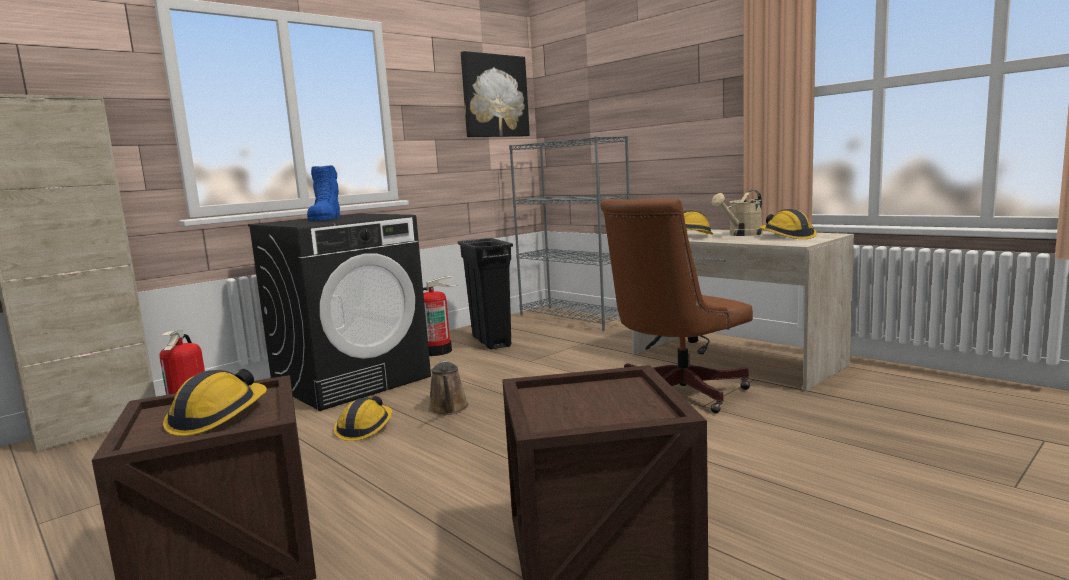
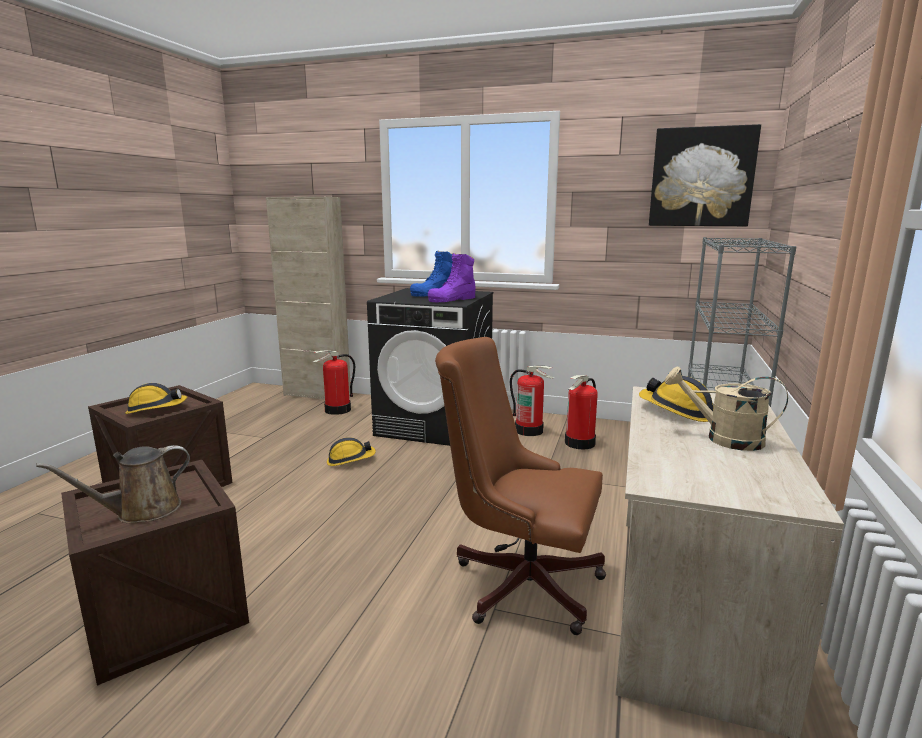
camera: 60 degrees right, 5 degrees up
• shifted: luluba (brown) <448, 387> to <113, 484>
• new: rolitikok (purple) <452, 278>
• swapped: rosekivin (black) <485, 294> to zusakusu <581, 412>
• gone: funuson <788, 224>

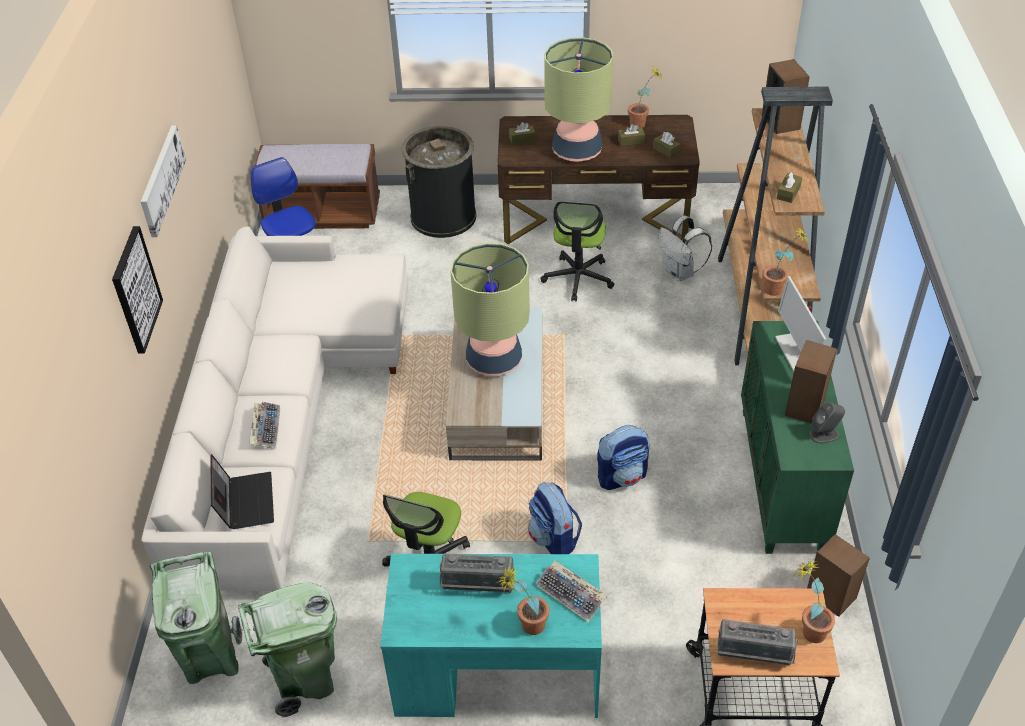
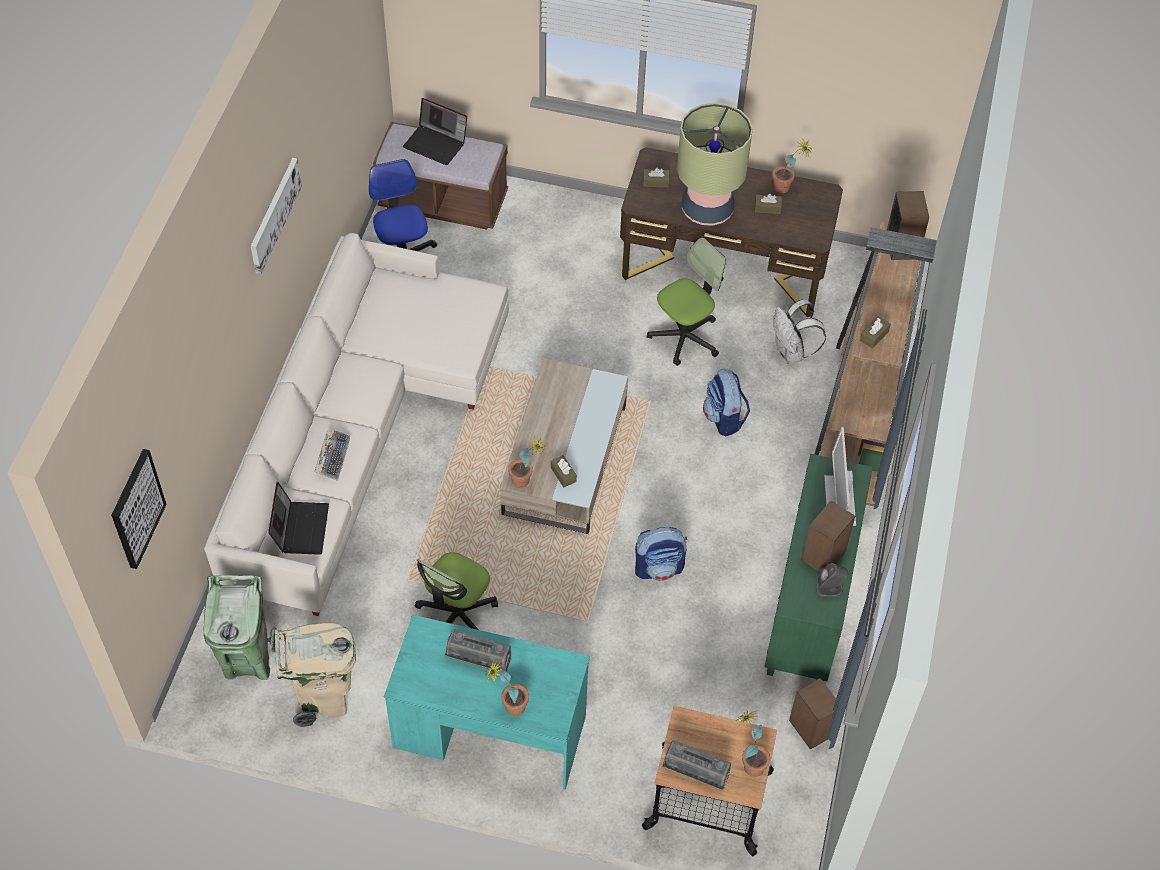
camera: 10 degrees right, 10 degrees up
• shifted: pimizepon <137, 290> to <139, 509>
• repainted: rosekivin (green) <287, 650> to rosekivin (beige) <315, 675>
• new: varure <435, 131>
• shifted: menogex <785, 261> to <526, 462>
• shifted: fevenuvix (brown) <666, 145> to <563, 471>
• rotated: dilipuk <577, 251> = <686, 301> 150 degrees counterclockwise
• shifted: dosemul <555, 518> to <726, 402>
• gone: rosekivin (black) <439, 182>
• gone: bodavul <490, 309>
• gone: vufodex <571, 591>

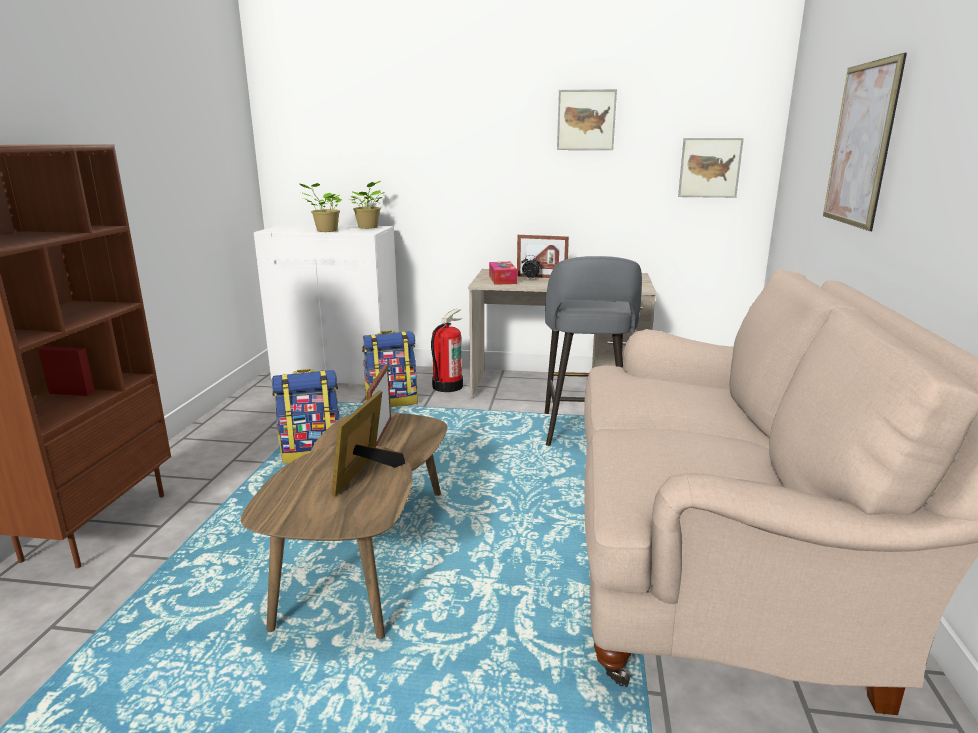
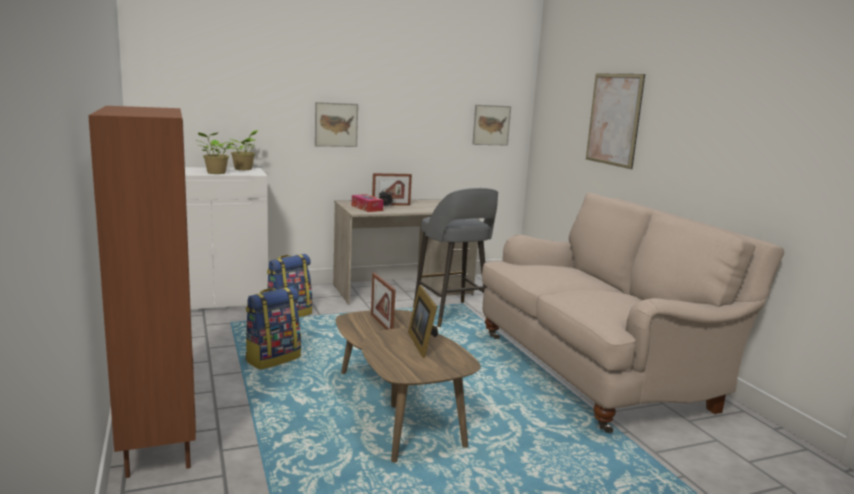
camera: 30 degrees left, 5 degrees down
• shifted: pimizepon <587, 119> to <336, 124>
• gone: zusakusu <447, 350>

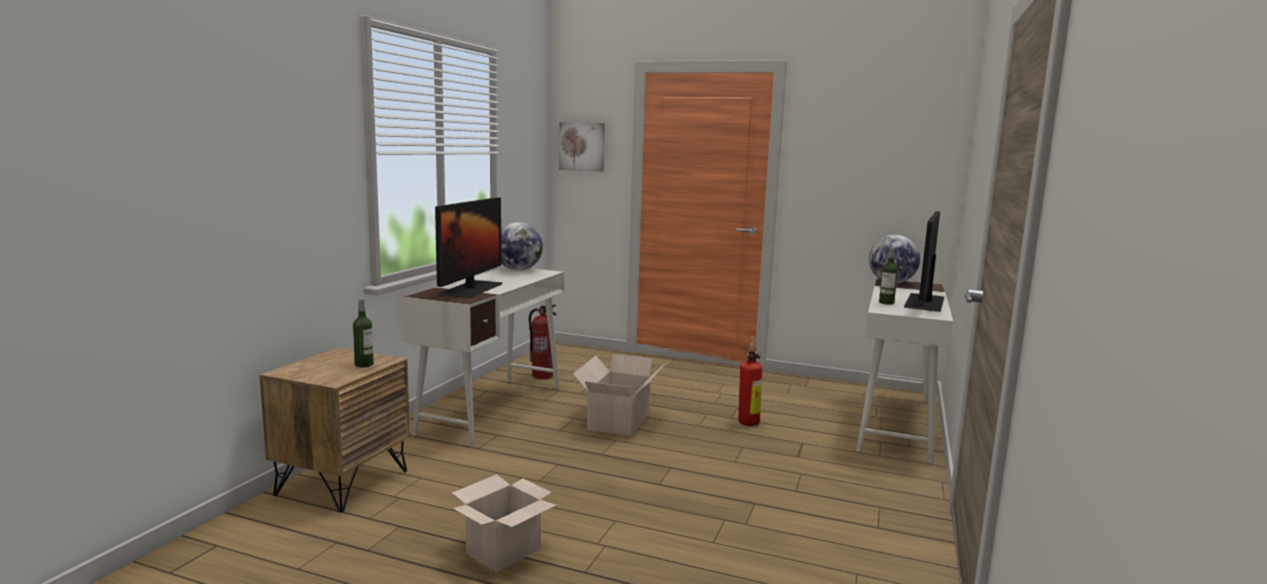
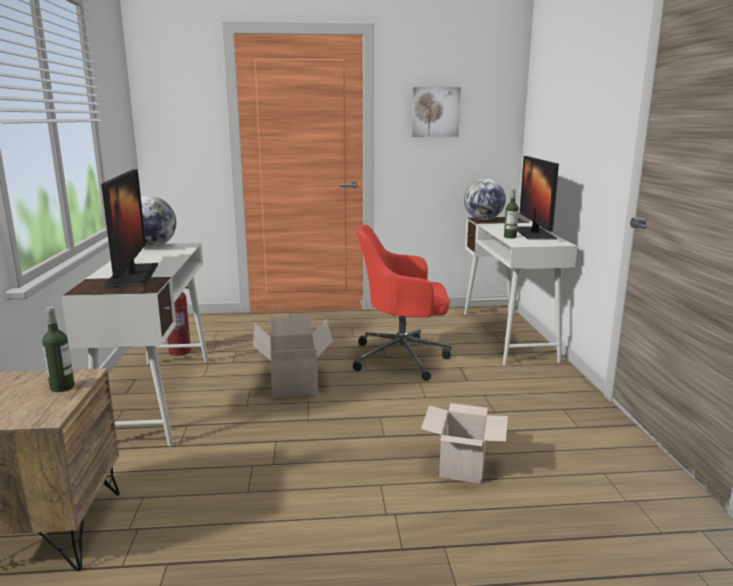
camera: 25 degrees left, 5 degrees up
• swapped: zusakusu <750, 381> to dilipuk (red) <402, 303>
• shifted: pimizepon <582, 147> to <436, 112>
• shifted: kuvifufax <504, 523> to <464, 443>

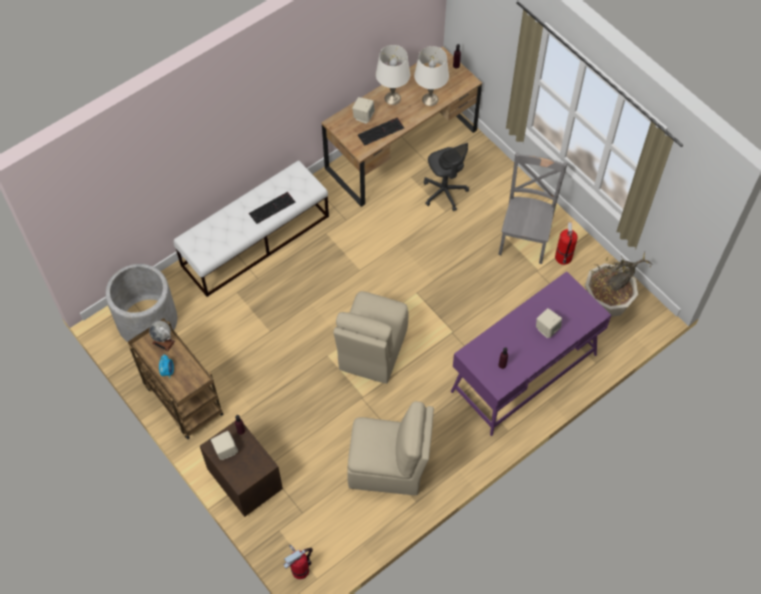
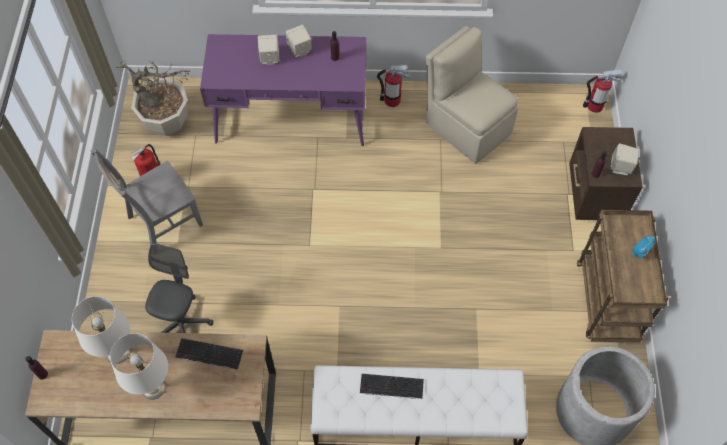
camera: 140 degrees left, 0 degrees up
• shifted: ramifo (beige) <363, 110> to <298, 40>
• new: zusakusu <393, 86>
• gone: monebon <162, 336>
• gone: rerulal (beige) <370, 337>

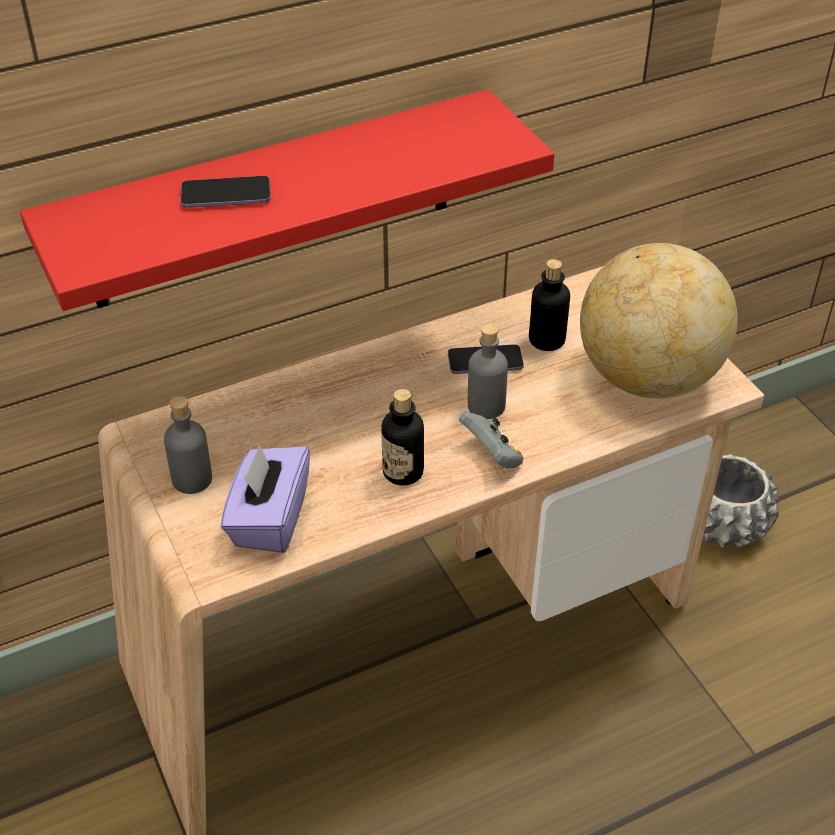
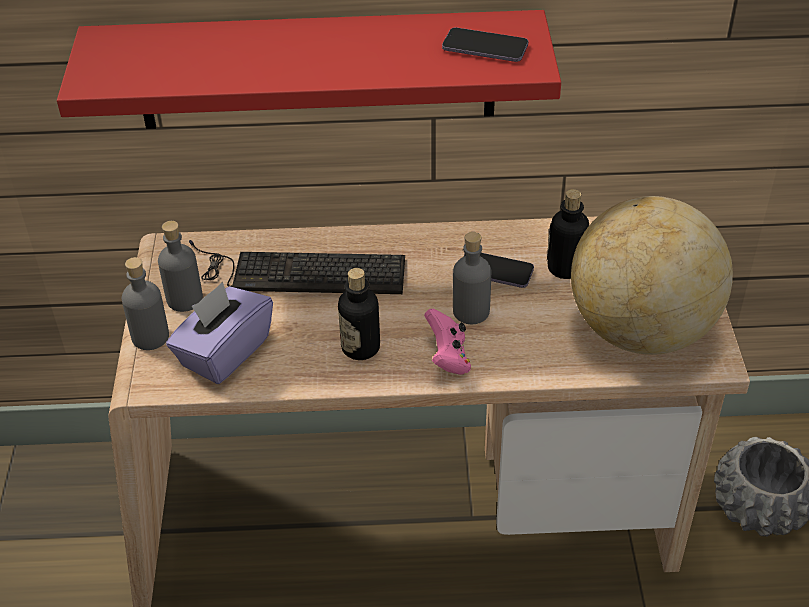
camera: 25 degrees right, 0 degrees up
• new: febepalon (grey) <145, 303>
• new: vufodex <297, 267>
• repainted: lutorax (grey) <491, 439> to lutorax (pink) <447, 342>
• shifted: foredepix <226, 192> to <485, 44>

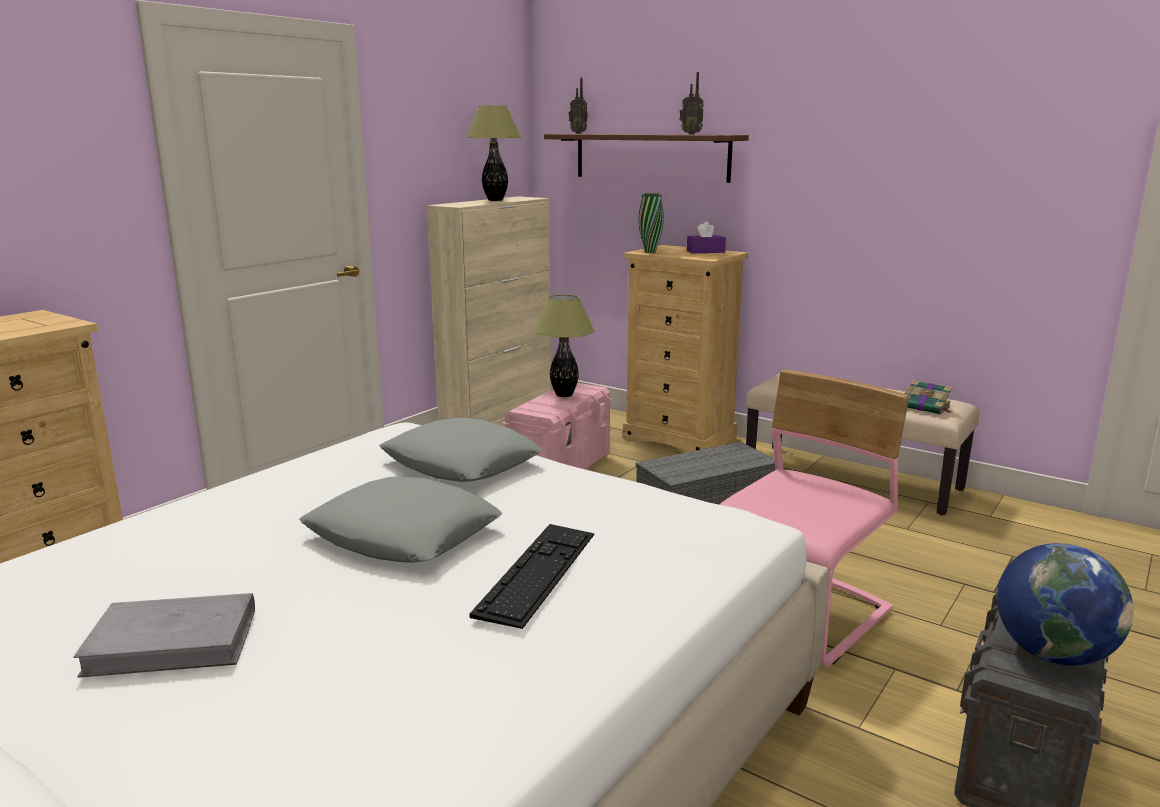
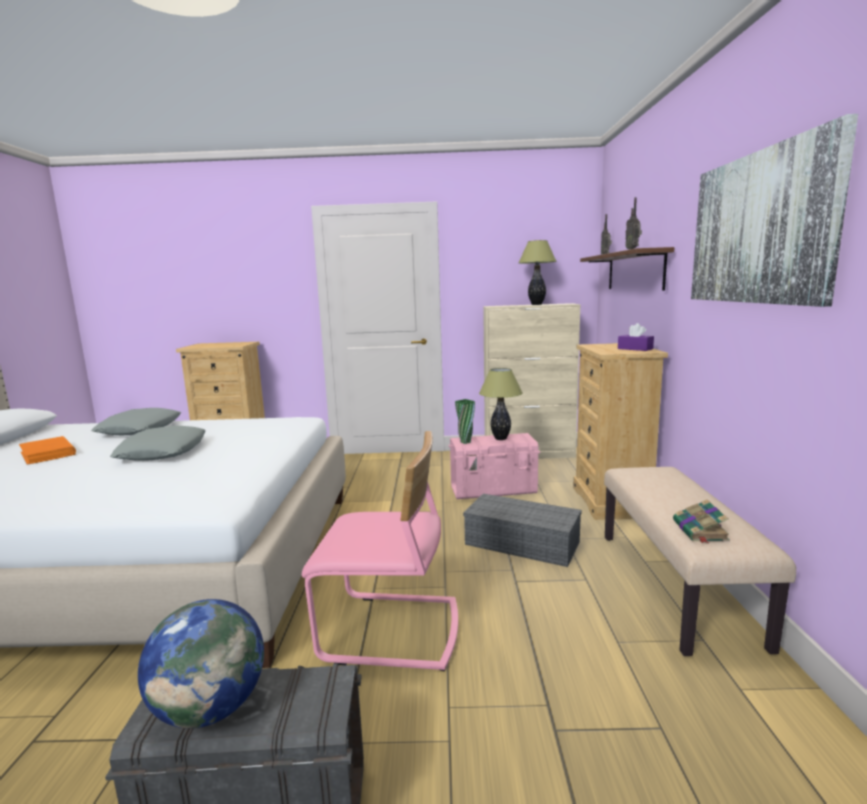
camera: 55 degrees right, 5 degrees down
• repainted: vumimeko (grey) <164, 635> to vumimeko (orange) <47, 450>
• shifted: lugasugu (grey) <461, 450> to <136, 422>
• shifted: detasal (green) <651, 223> to <465, 421>
• new: pimizepon <774, 210>
• gone: vufodex <532, 576>

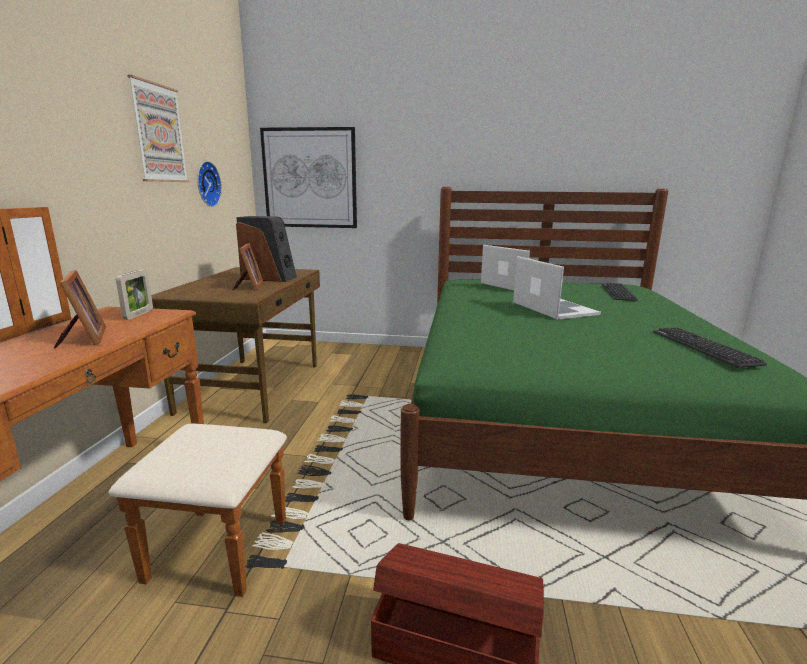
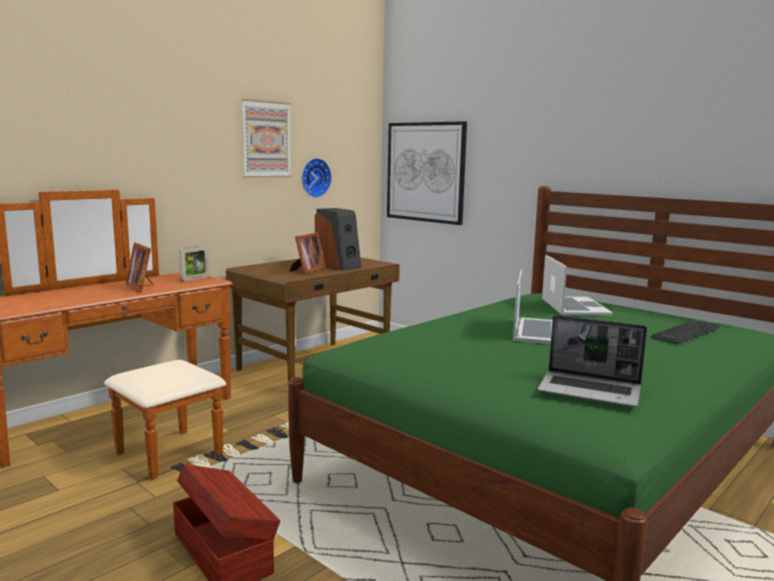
camera: 35 degrees right, 5 degrees down
• rotated: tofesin <80, 309> = <139, 267> 135 degrees clockwise
• swapped: vufodex <710, 347> to varure <592, 361>

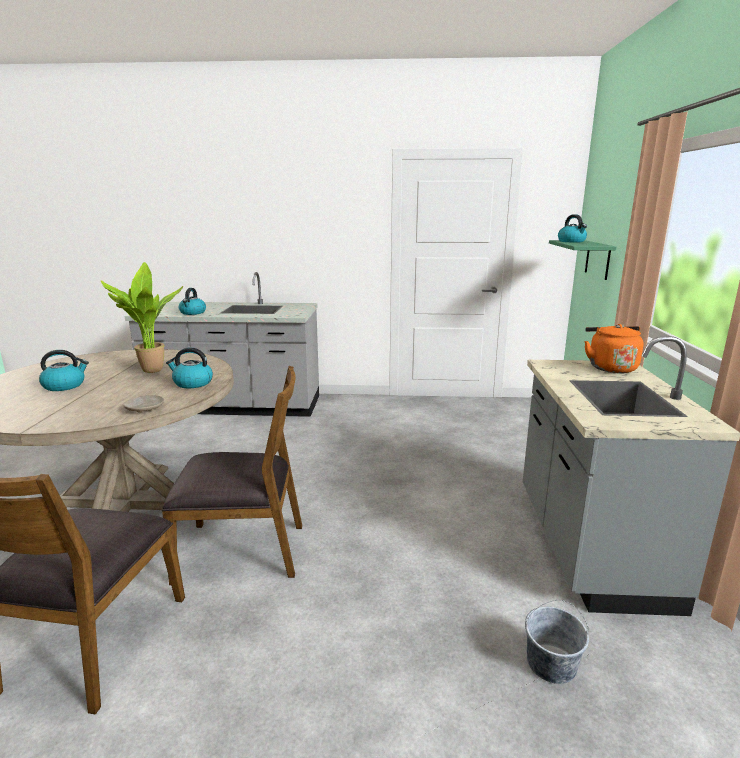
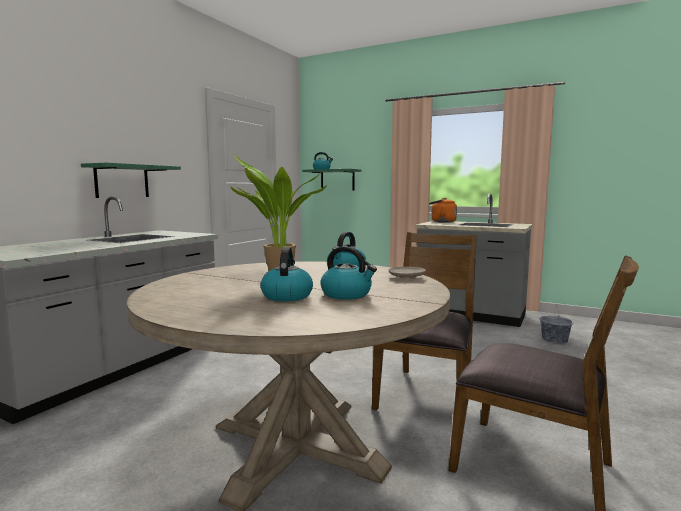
camera: 65 degrees left, 10 degrees down
• new: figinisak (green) <131, 180>
• shifted: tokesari <192, 301> to <348, 272>

